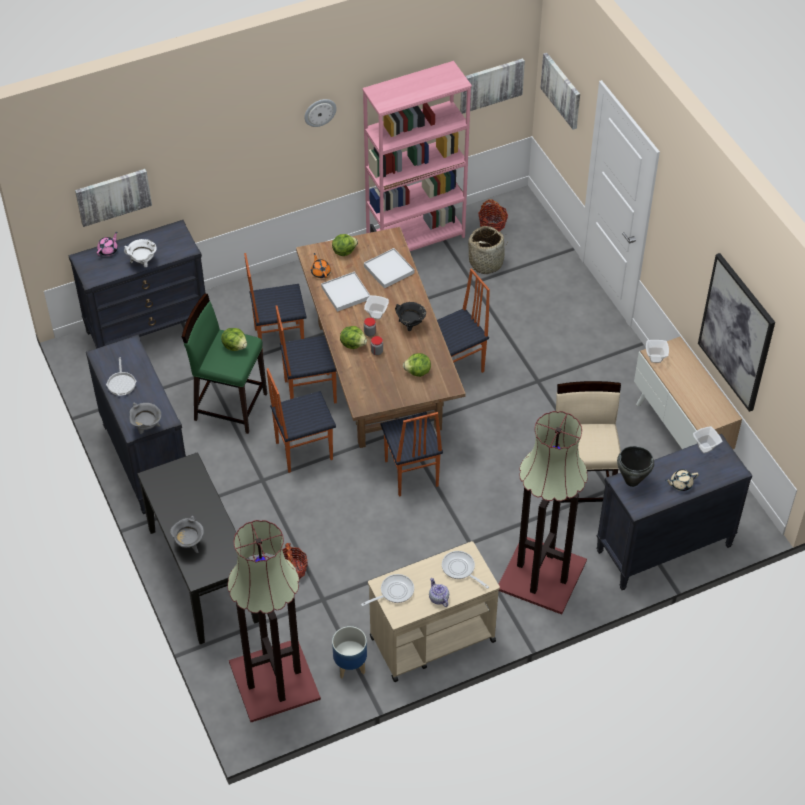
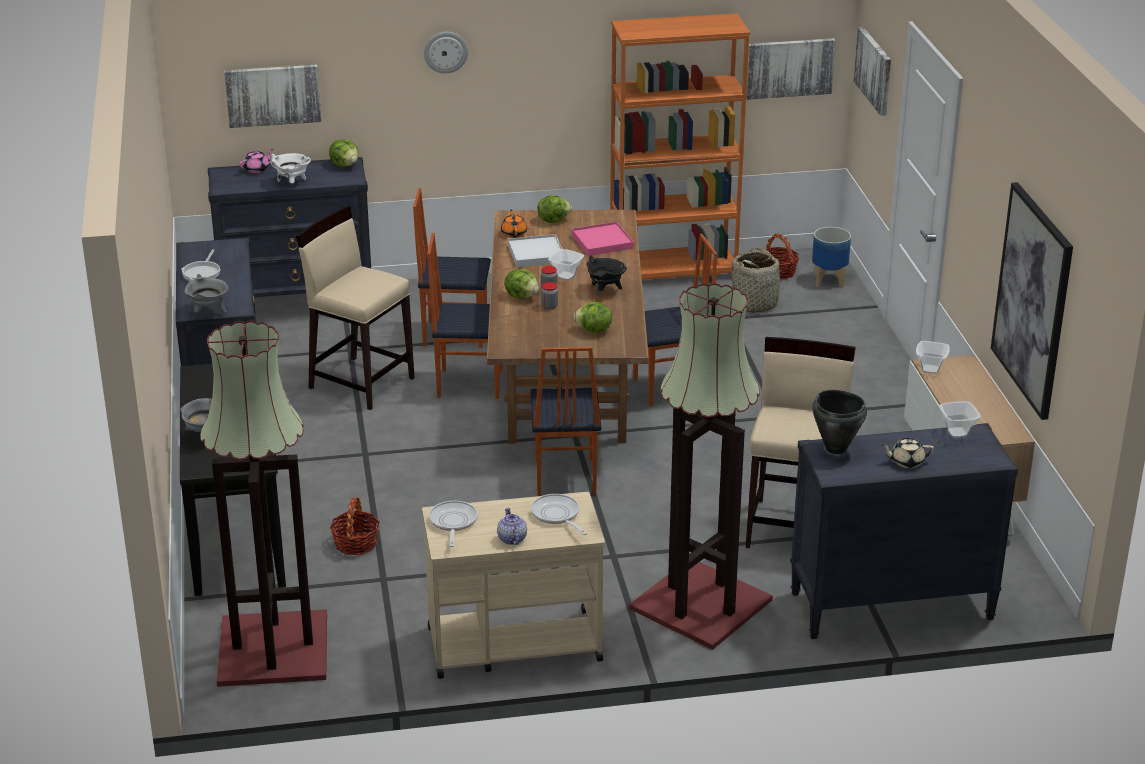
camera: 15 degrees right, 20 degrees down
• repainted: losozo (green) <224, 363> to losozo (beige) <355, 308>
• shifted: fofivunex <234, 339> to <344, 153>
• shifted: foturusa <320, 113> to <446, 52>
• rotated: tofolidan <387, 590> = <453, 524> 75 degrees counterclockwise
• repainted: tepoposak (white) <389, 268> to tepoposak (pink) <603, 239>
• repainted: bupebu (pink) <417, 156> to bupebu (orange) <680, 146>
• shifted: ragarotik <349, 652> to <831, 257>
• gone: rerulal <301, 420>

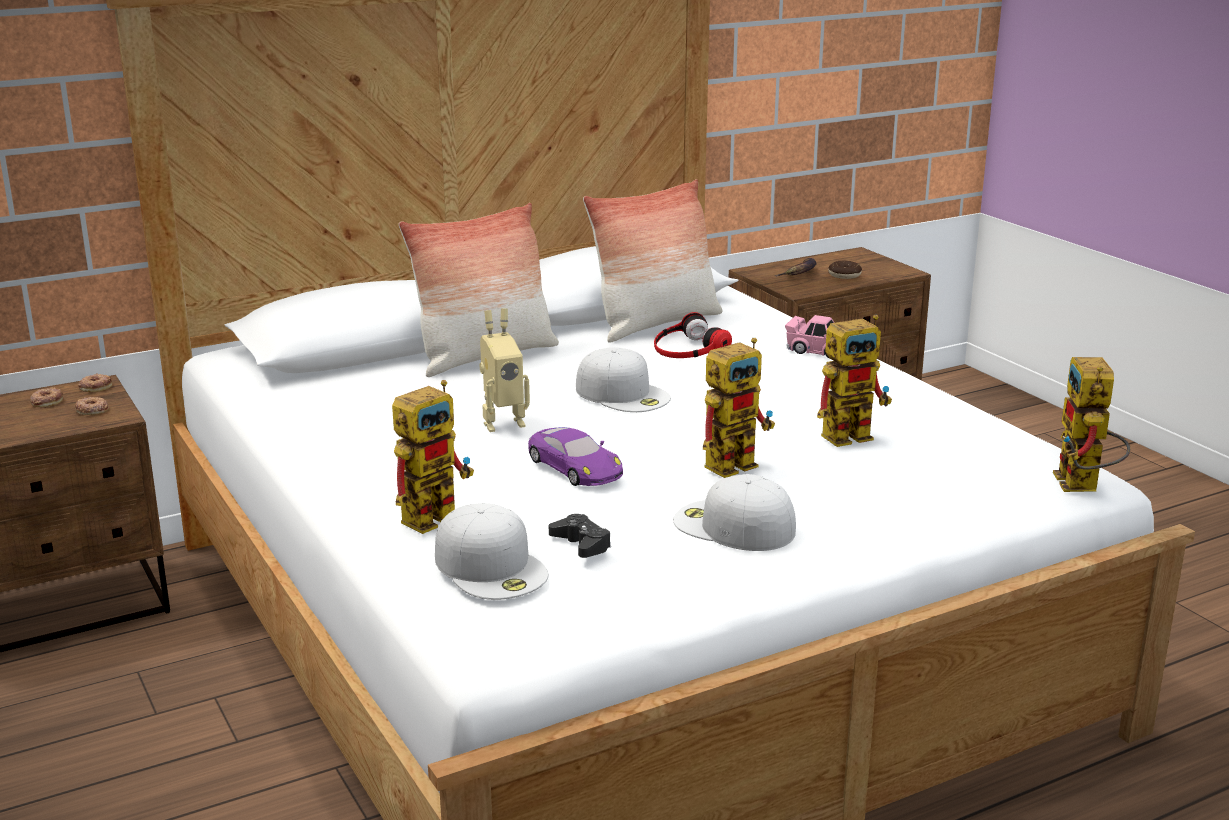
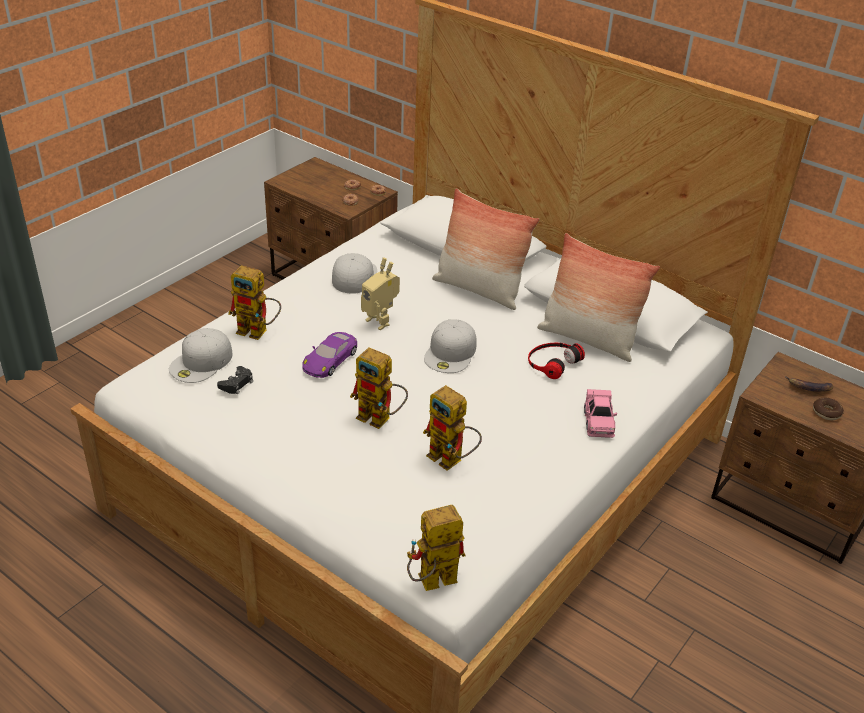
camera: 65 degrees right, 15 degrees up
• shifted: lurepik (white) <734, 512> to <354, 273>

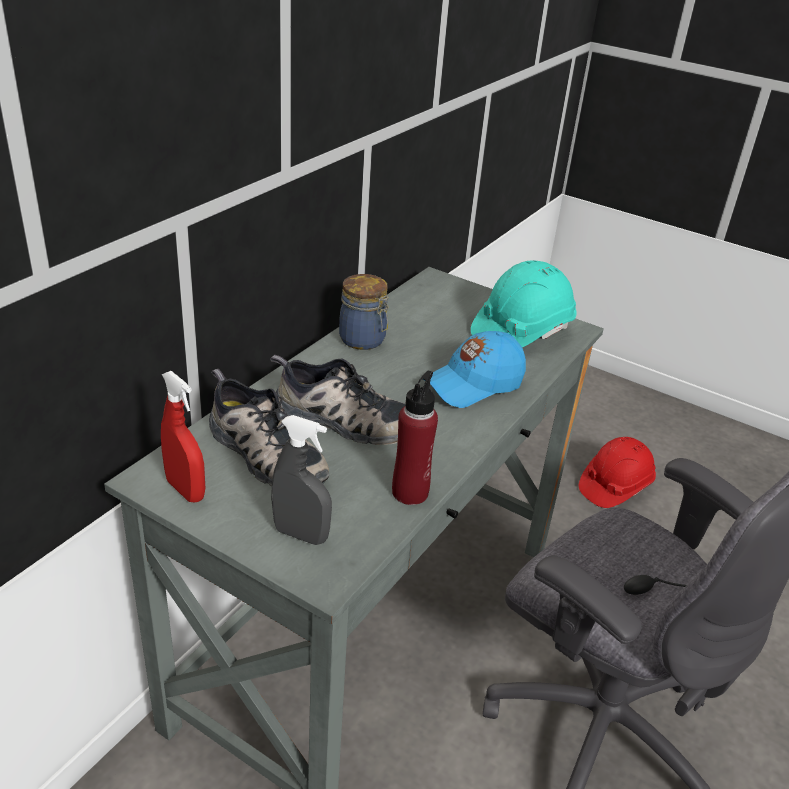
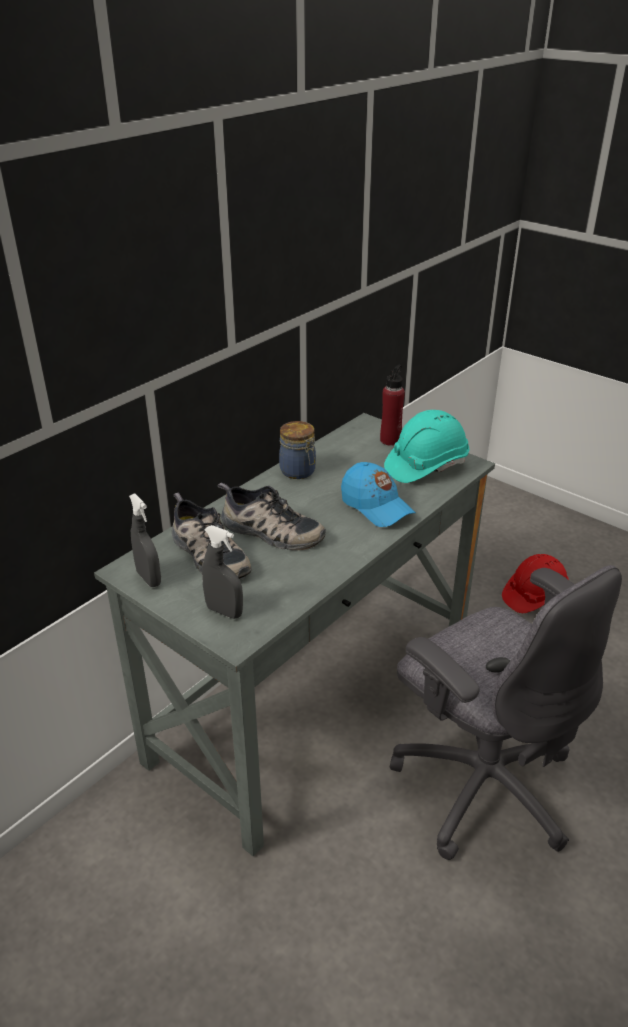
camera: 10 degrees right, 0 degrees up
• repainted: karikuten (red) <183, 436> to karikuten (grey) <145, 540>
• rotated: lurepik (blue) <474, 369> = <378, 494> 105 degrees counterclockwise
• shifted: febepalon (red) <415, 438> to <392, 405>

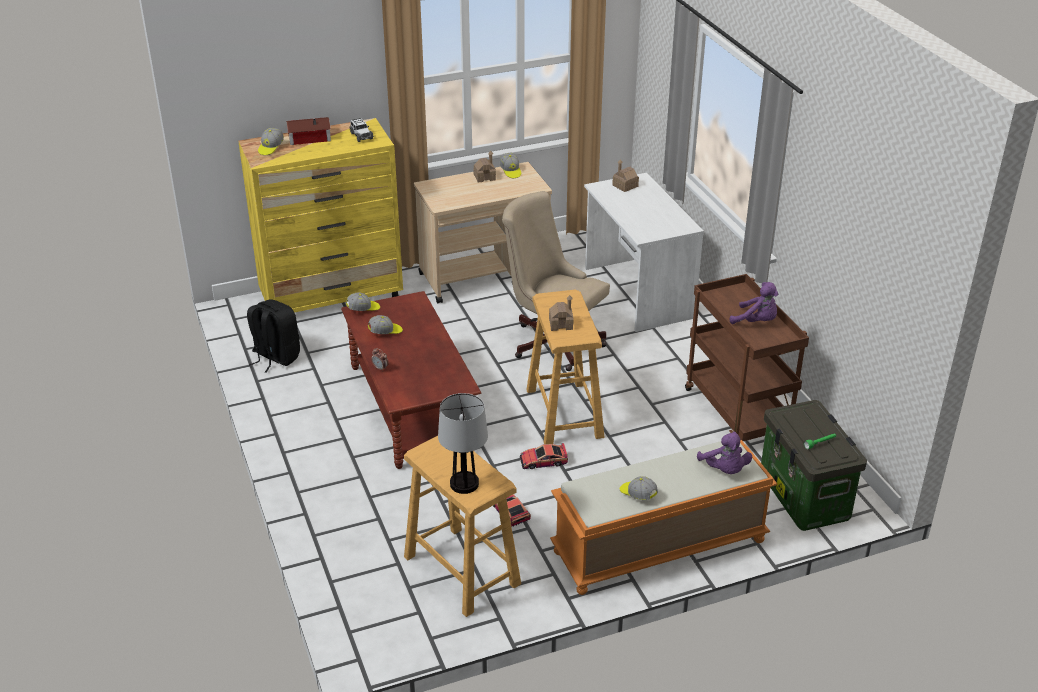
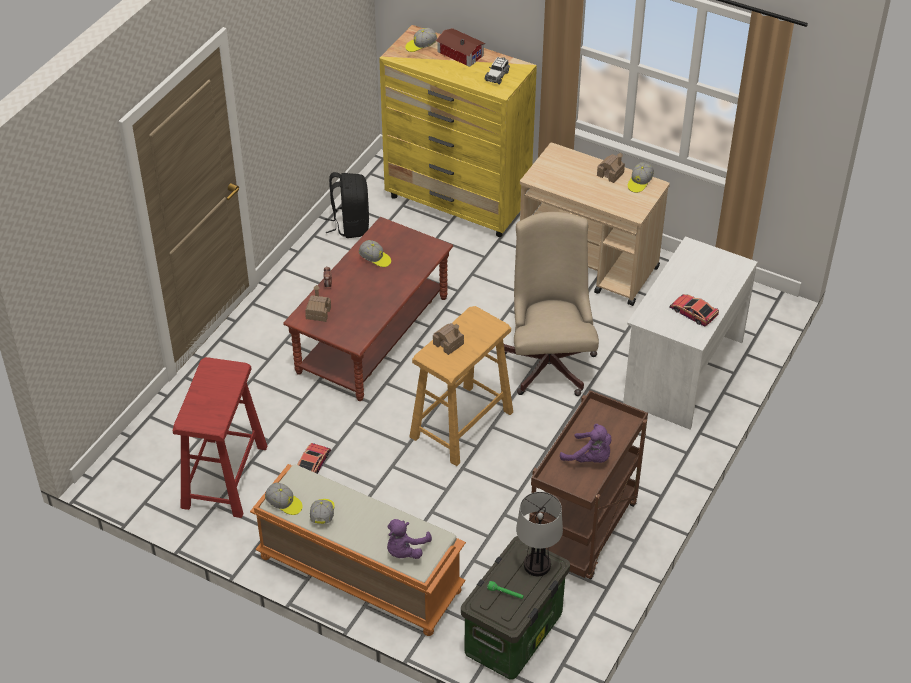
camera: 50 degrees right, 10 degrees up
• repainted: losozo (beige) <462, 526> to losozo (red) <220, 437>
• shifted: lurepik <363, 302> to <284, 498>
• shifted: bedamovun <625, 176> to <318, 303>
• shifted: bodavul <463, 443> to <539, 534>
• rotated: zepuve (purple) <754, 303> = <586, 443> 45 degrees counterclockwise
• shifted: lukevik <544, 456> to <694, 310>

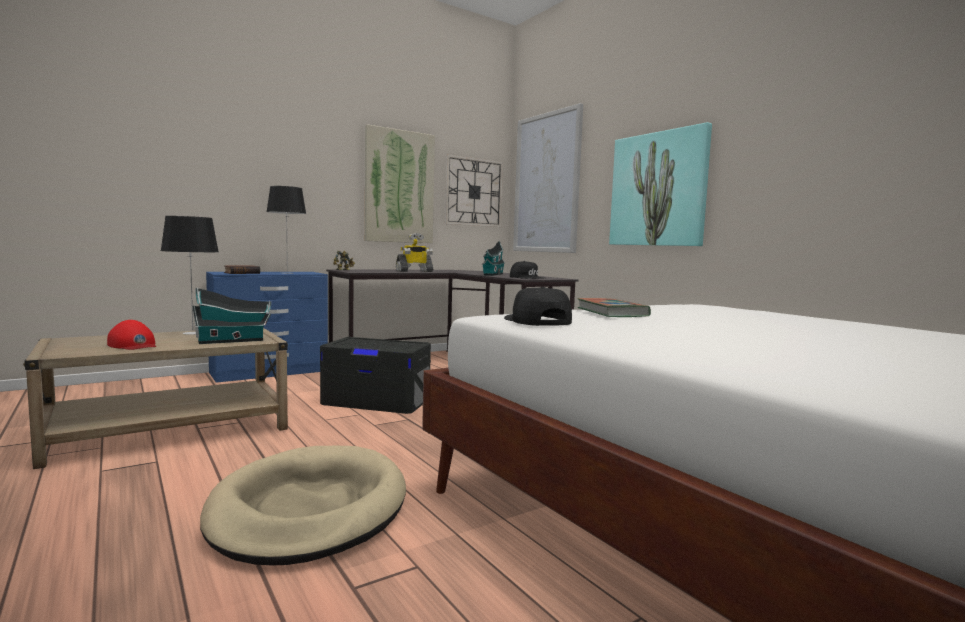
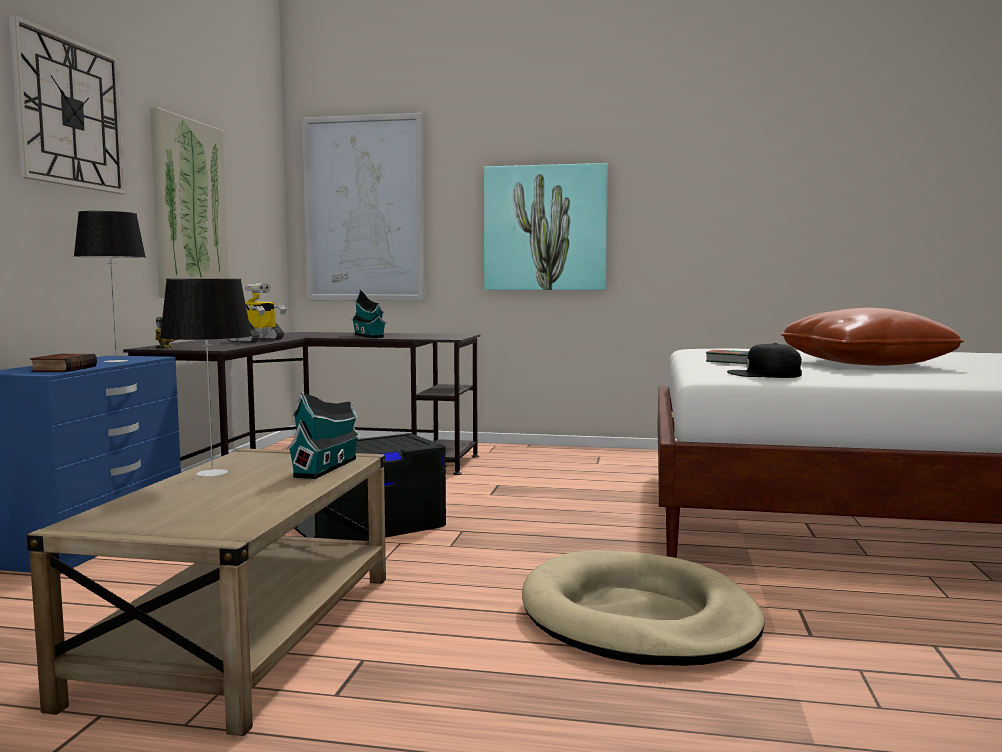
camera: 45 degrees left, 0 degrees up
• shifted: foturusa <474, 190> to <67, 104>
• new: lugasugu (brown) <872, 337>
• gone: lurepik (red) <131, 335>
• gone: lurepik (black) <527, 270>

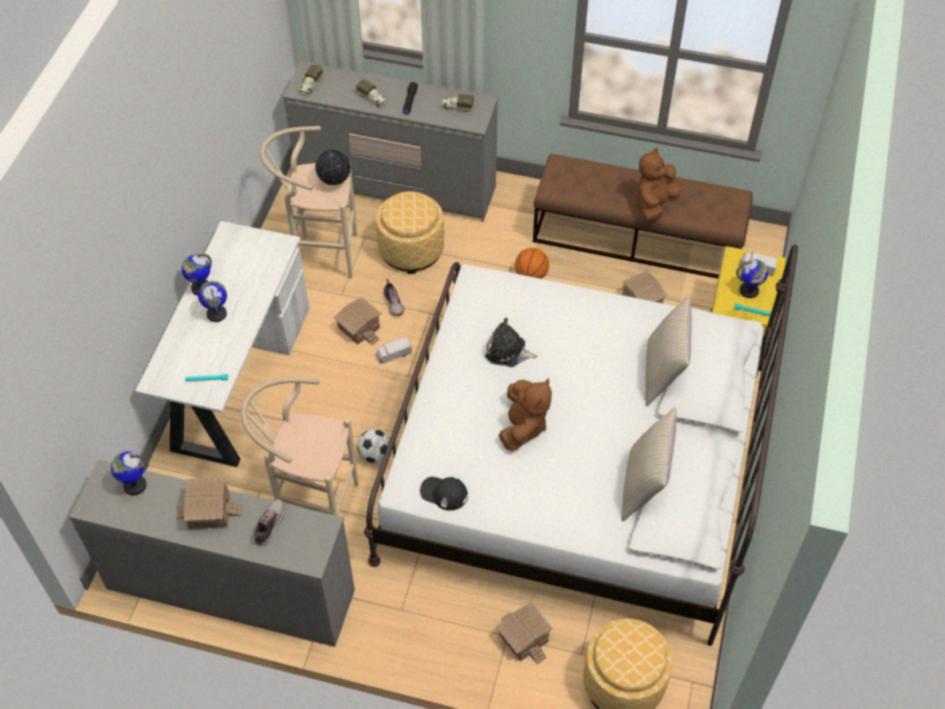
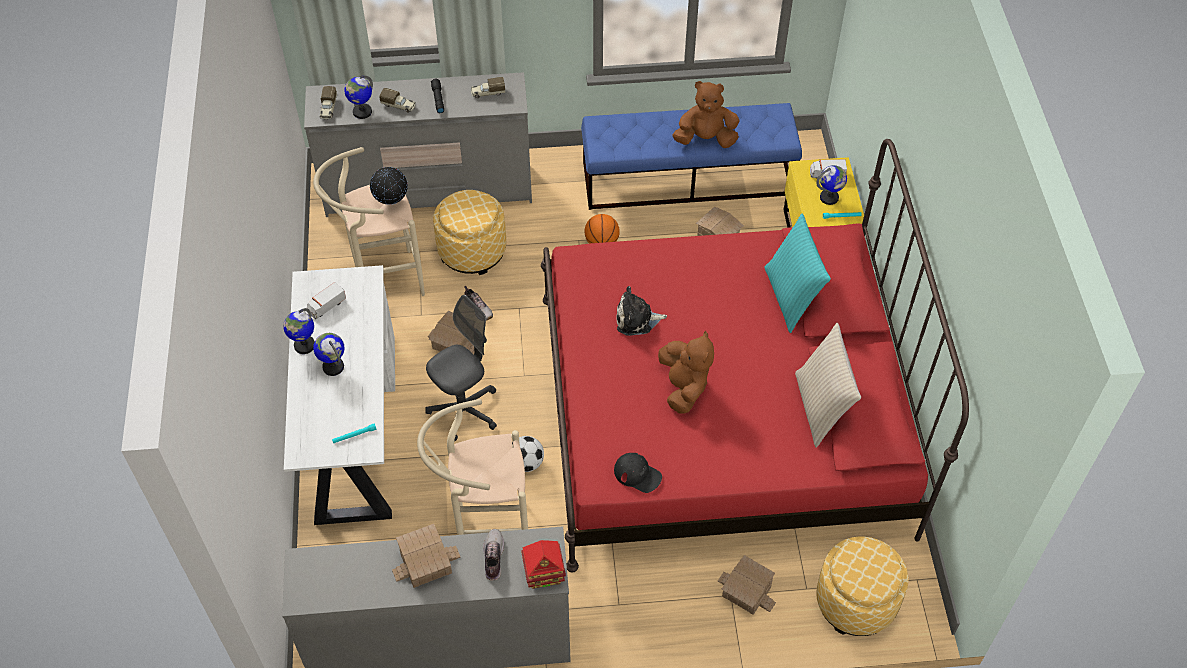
camera: 20 degrees left, 0 degrees up
• shifted: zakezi <394, 350> to <326, 300>
• shifted: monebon <130, 473> to <358, 97>
• new: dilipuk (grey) <461, 368>
• new: bedamovun <543, 564>
• repainted: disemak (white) <581, 445> to disemak (red) <755, 355>
• repainted: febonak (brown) <643, 216> to febonak (blue) <691, 156>
• rotated: lurepik (black) <444, 494> = <638, 473> 150 degrees counterclockwise
• rotated: zepuve (brown) <658, 184> = <706, 114> 75 degrees clockwise
• repainted: lugasugu (beige) <668, 350> to lugasugu (turquoise) <797, 273>

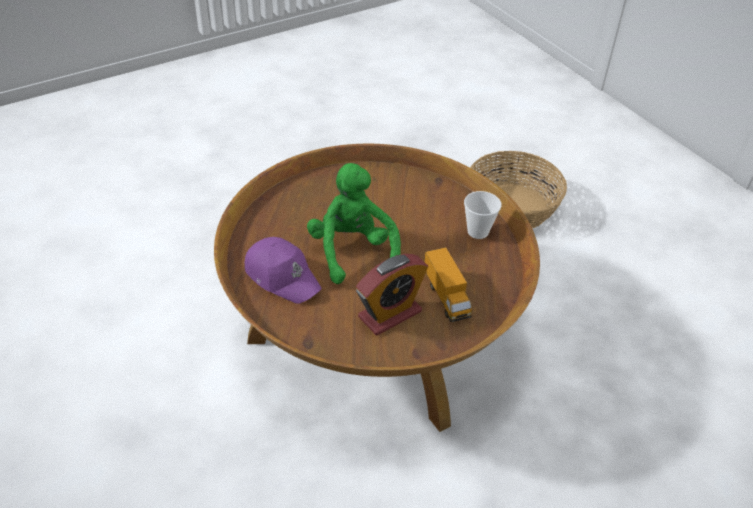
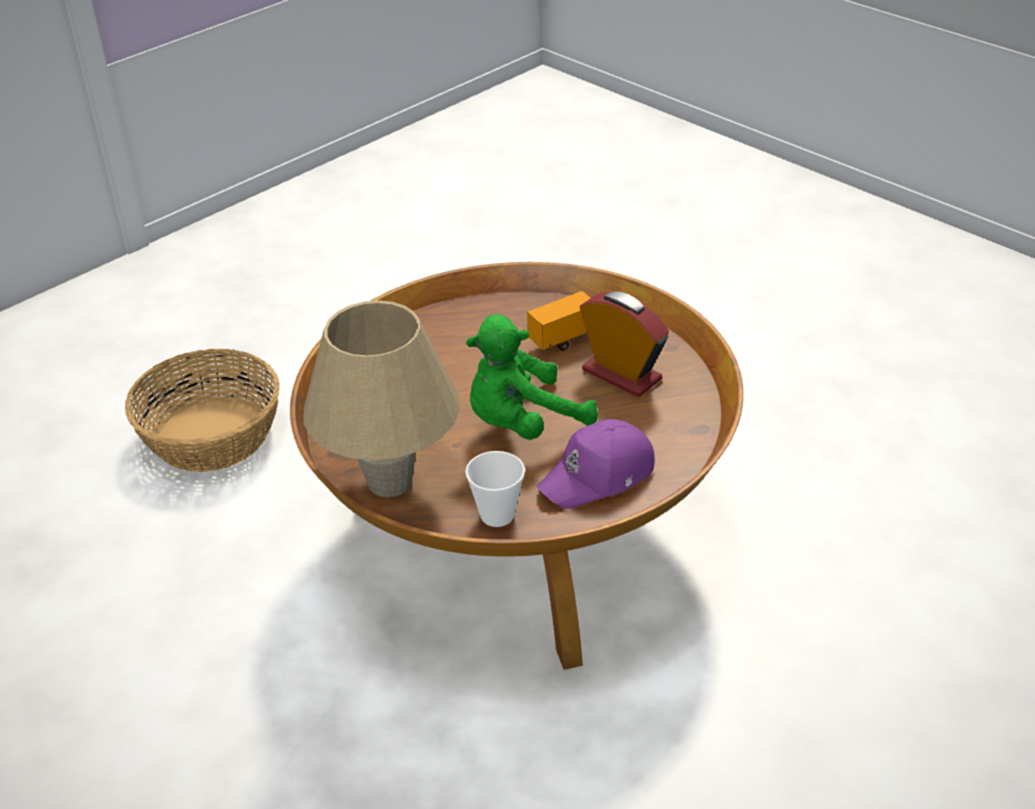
camera: 100 degrees left, 5 degrees down
• new: bodavul (beige) <382, 398>
• shifted: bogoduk <483, 215> to <495, 489>
• rotated: lurepik (purple) <283, 270> = <596, 464> 150 degrees counterclockwise

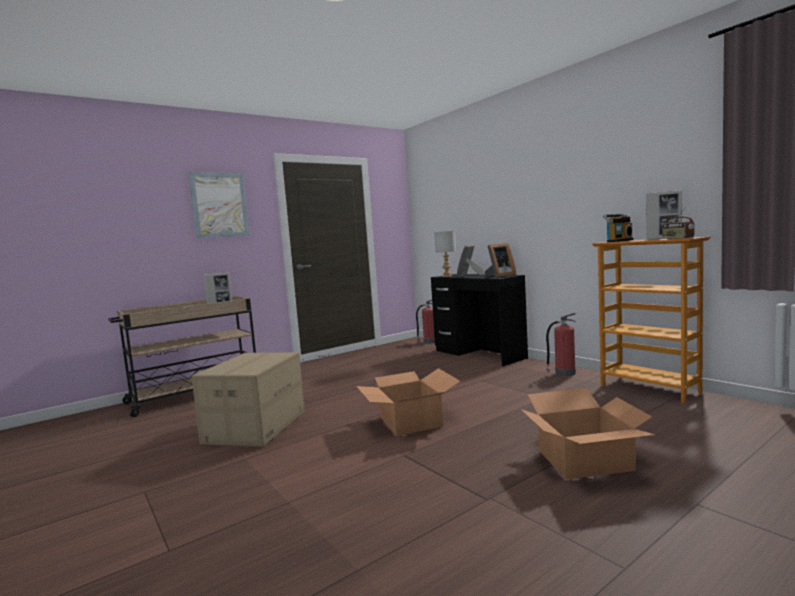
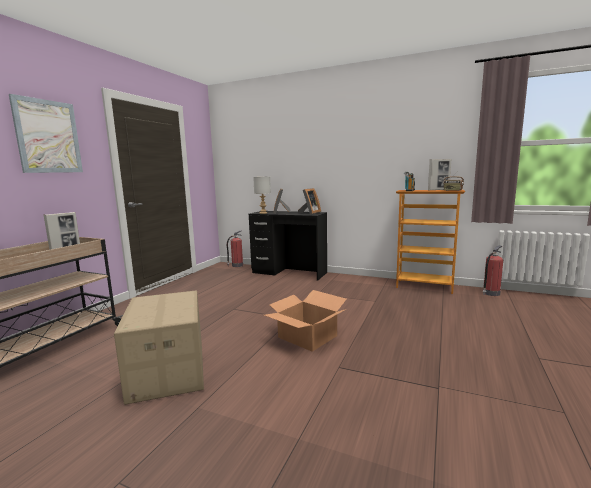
camera: 30 degrees left, 5 degrees up
• shifted: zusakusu <561, 344> to <493, 270>
• gone: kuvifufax <588, 434>

